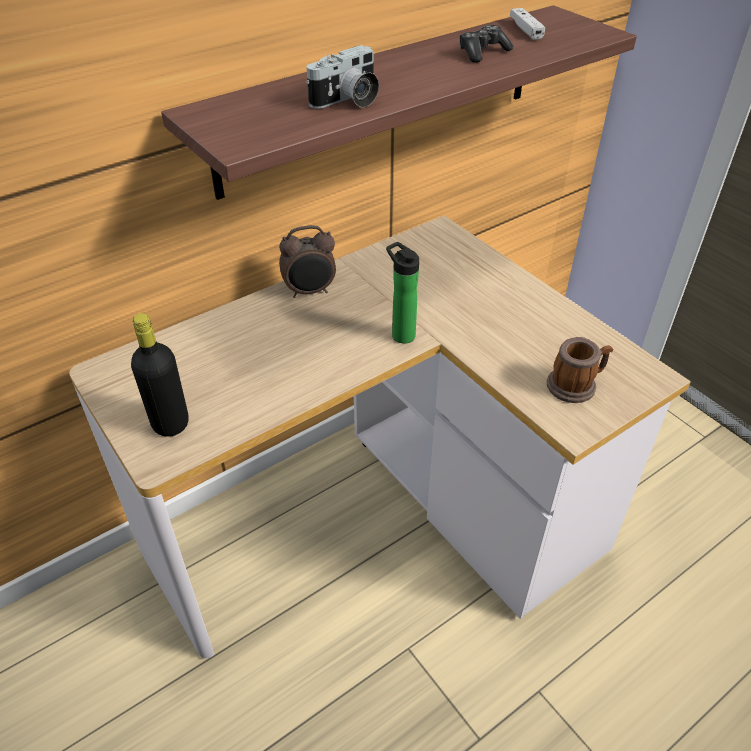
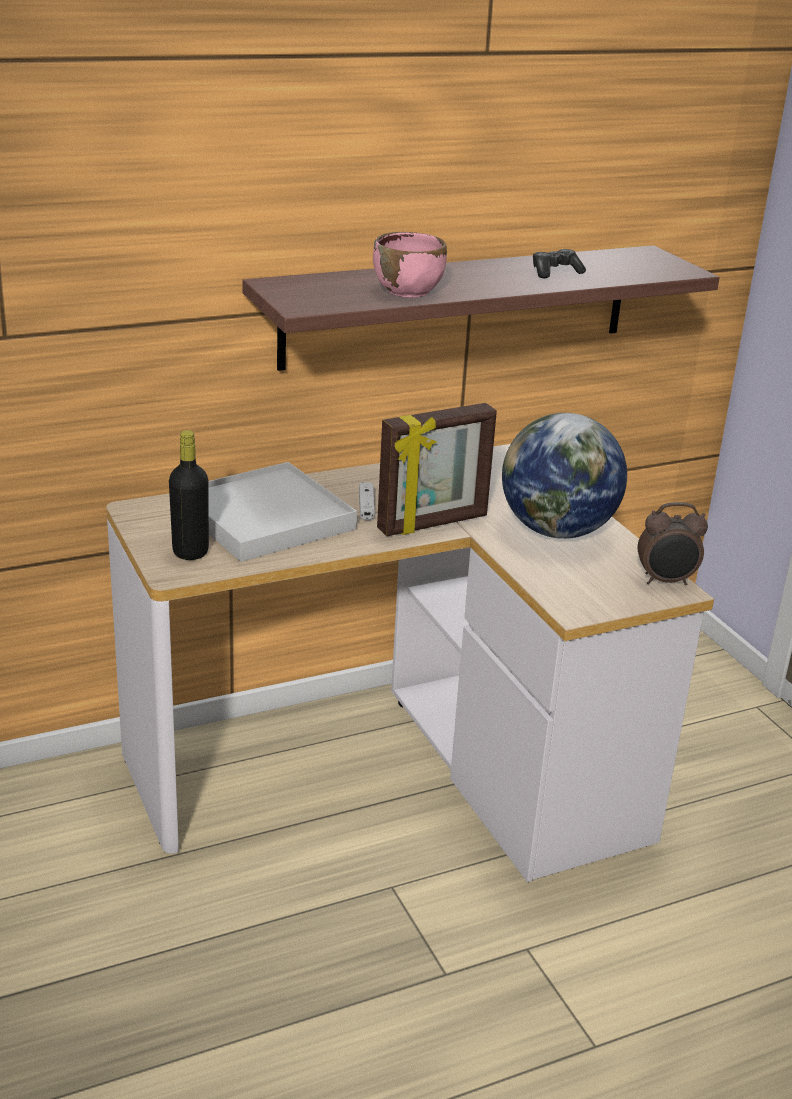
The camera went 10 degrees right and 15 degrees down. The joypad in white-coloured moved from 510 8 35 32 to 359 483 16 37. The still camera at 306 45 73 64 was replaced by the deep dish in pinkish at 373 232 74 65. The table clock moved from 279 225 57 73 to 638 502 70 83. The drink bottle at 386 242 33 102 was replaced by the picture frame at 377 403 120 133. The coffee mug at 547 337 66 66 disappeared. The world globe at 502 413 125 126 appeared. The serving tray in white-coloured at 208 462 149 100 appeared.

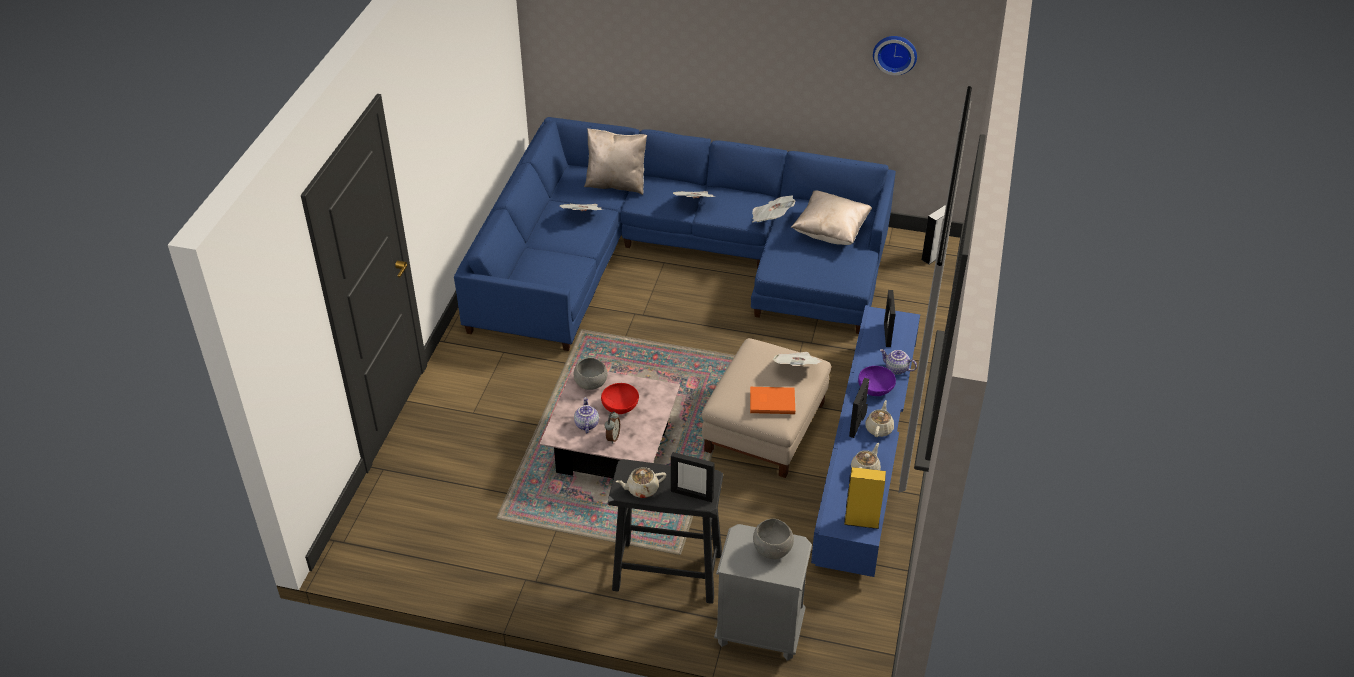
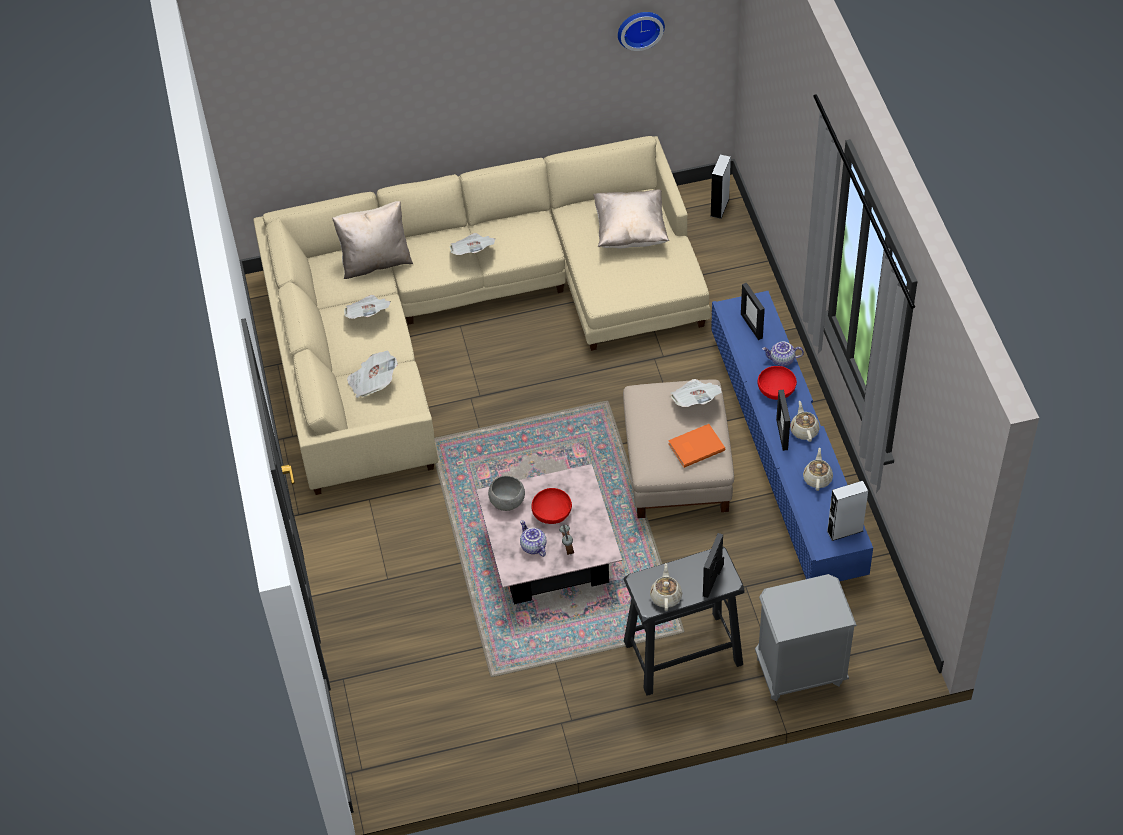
The camera went 25 degrees left and 10 degrees up. The couch in bluish at 454 117 442 234 became the couch in beige-coloured at 253 136 458 359. The newspaper moved from 752 195 43 27 to 347 351 51 47. The deep dish in purple-coloured at 858 366 38 30 became the deep dish in reddish at 757 366 40 34. The picture frame at 671 452 44 50 turned 120 degrees clockwise. The tea pot in beige-coloured at 616 467 50 31 turned 135 degrees clockwise. The speaker in yellow-coloured at 844 467 42 62 became the speaker in gray at 827 481 41 60. The deep dish in gray at 753 519 41 40 disappeared.

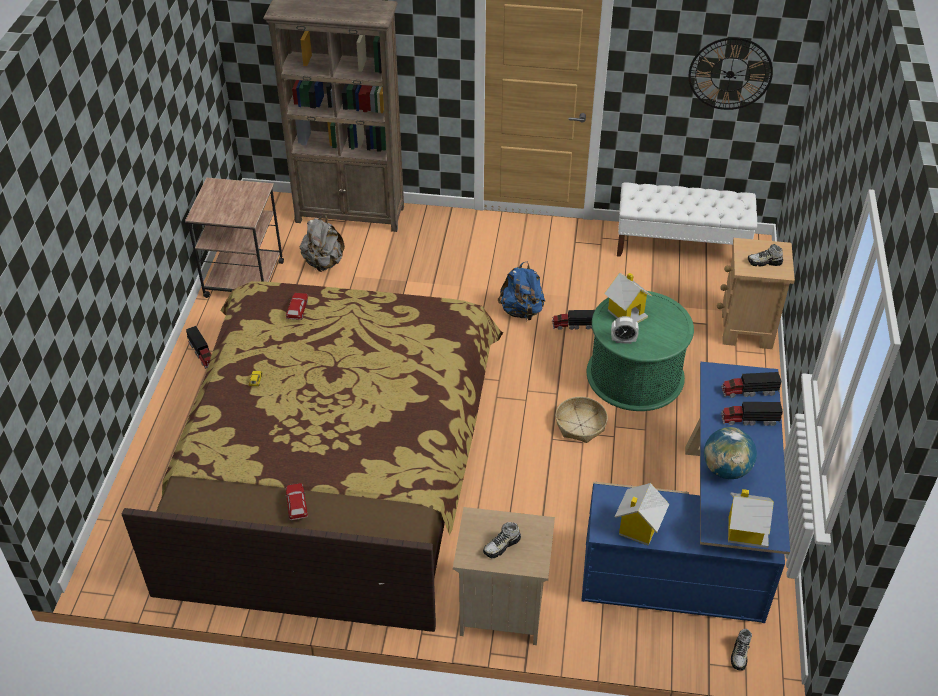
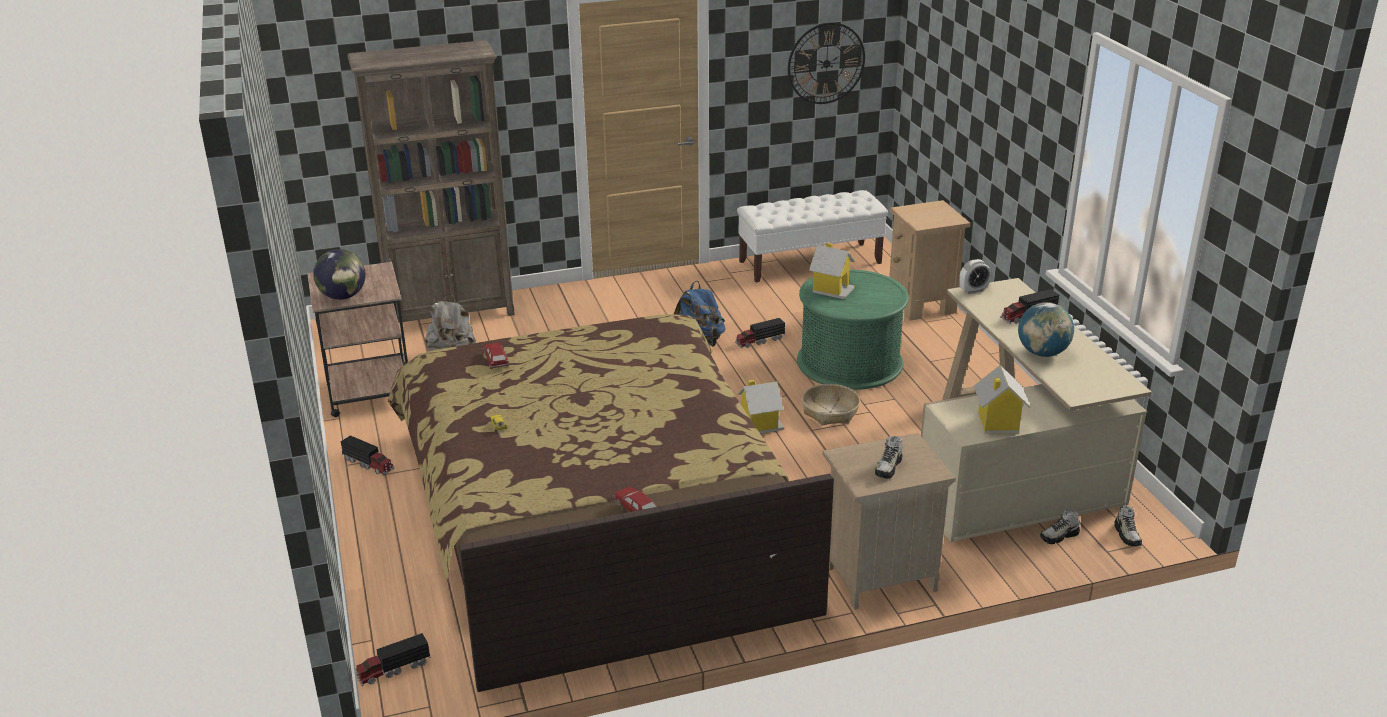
The camera went 25 degrees left and 15 degrees down. The item of footwear moved from 748 244 35 23 to 1040 509 40 35. The table clock moved from 611 316 28 28 to 959 259 32 35. The desk table in bluish at 581 362 209 261 became the desk table in beige-coloured at 921 278 231 264. The toy lorry moved from 721 372 61 26 to 355 633 76 53. The toy house moved from 728 489 46 59 to 737 380 47 54. The world globe at 313 249 53 51 appeared.

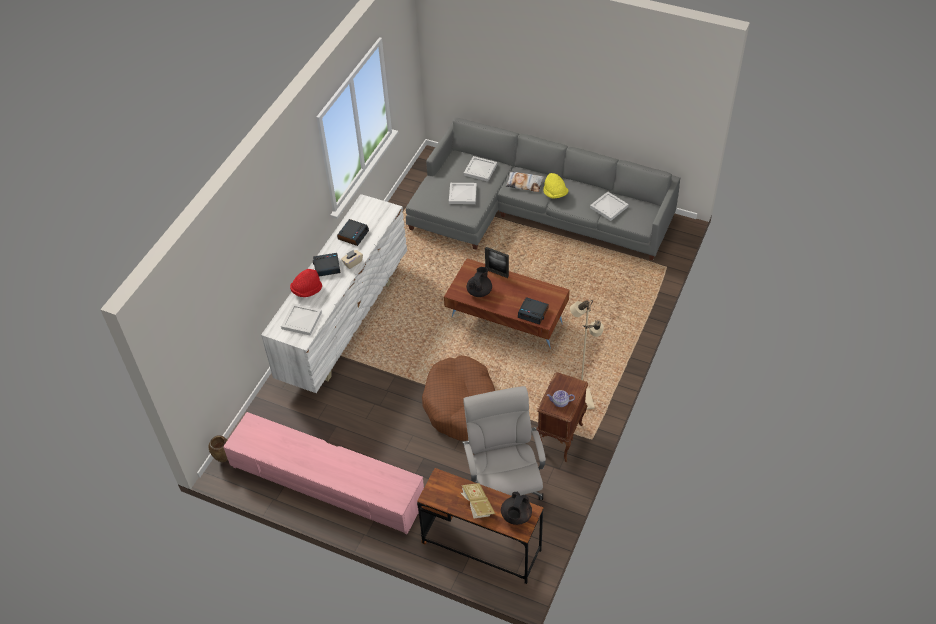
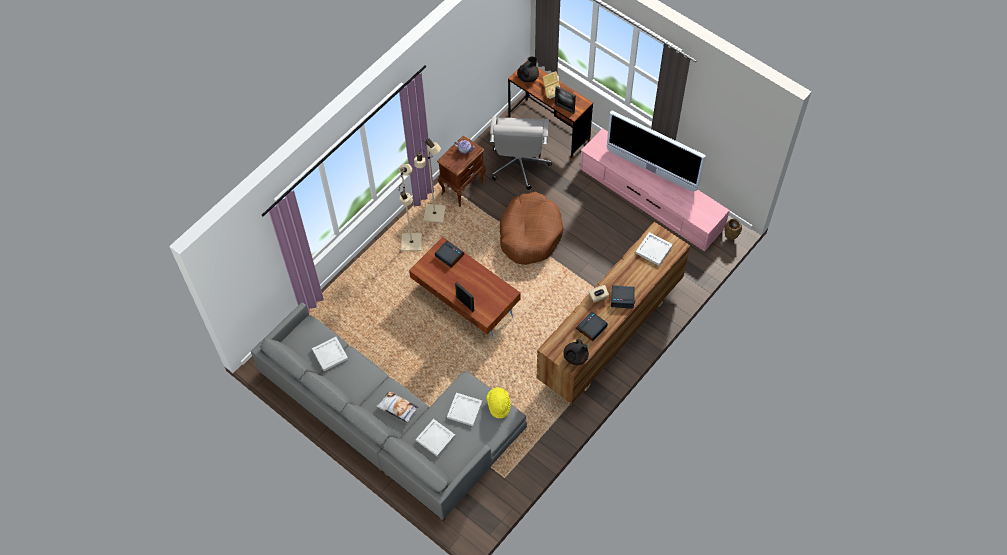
The camera went 165 degrees left and 10 degrees up. The wearable hat in yellow-coloured moved from 543 173 25 26 to 487 387 24 31. The cabinet in white-coloured at 261 194 146 199 became the cabinet in brown-coloured at 536 222 154 182. The tea pot in blackish moved from 467 267 25 30 to 564 339 25 26. The wearable hat in reddish at 290 269 32 28 disappeared. The picture frame at 555 86 21 28 appeared. The TV at 607 111 98 81 appeared. The standing lamp in beige-coloured at 398 164 24 87 appeared.

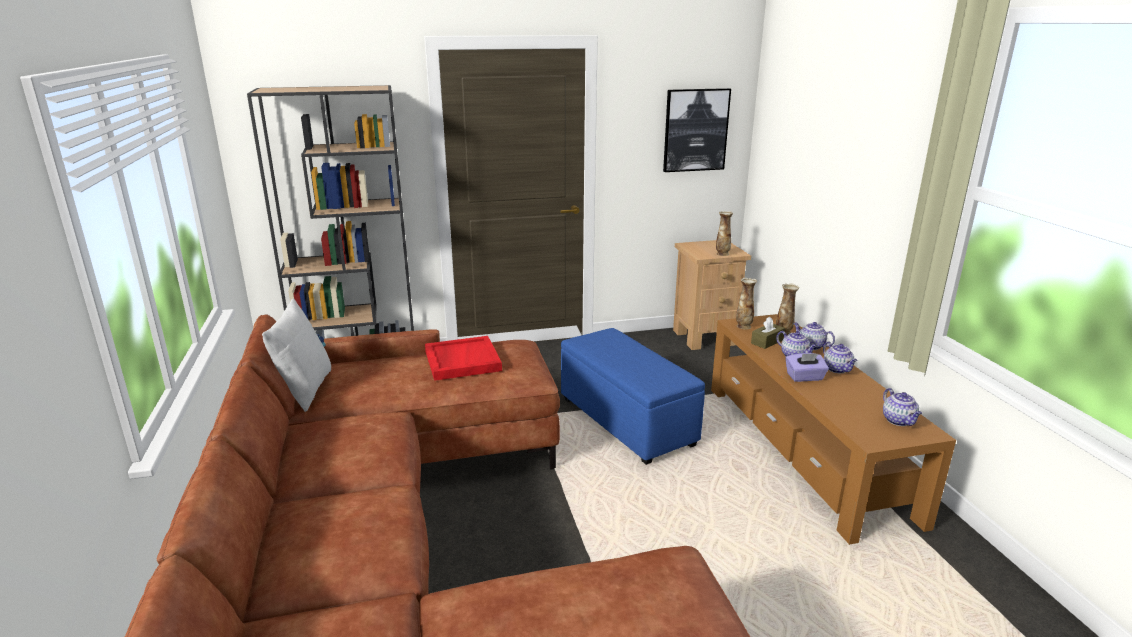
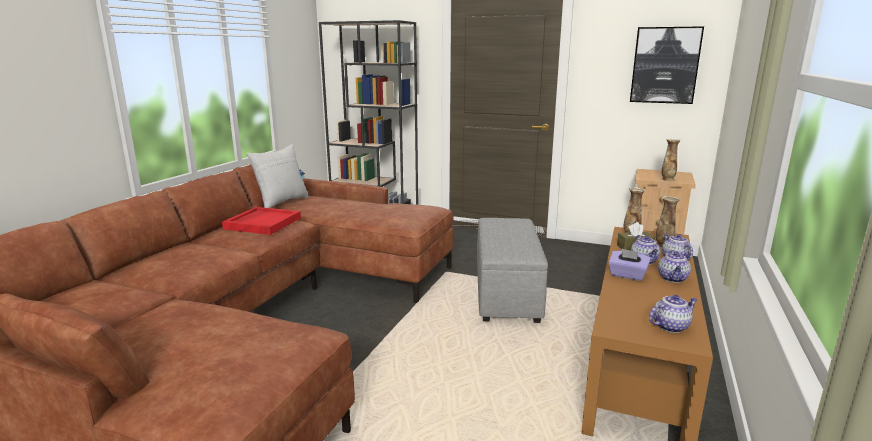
The camera went 35 degrees right and 5 degrees down. The footrest in bluish at 561 328 144 137 became the footrest in gray at 477 218 71 105. The serving tray in reddish moved from 425 336 77 45 to 222 207 79 28. The tea pot at 883 388 39 38 turned 135 degrees counterclockwise.

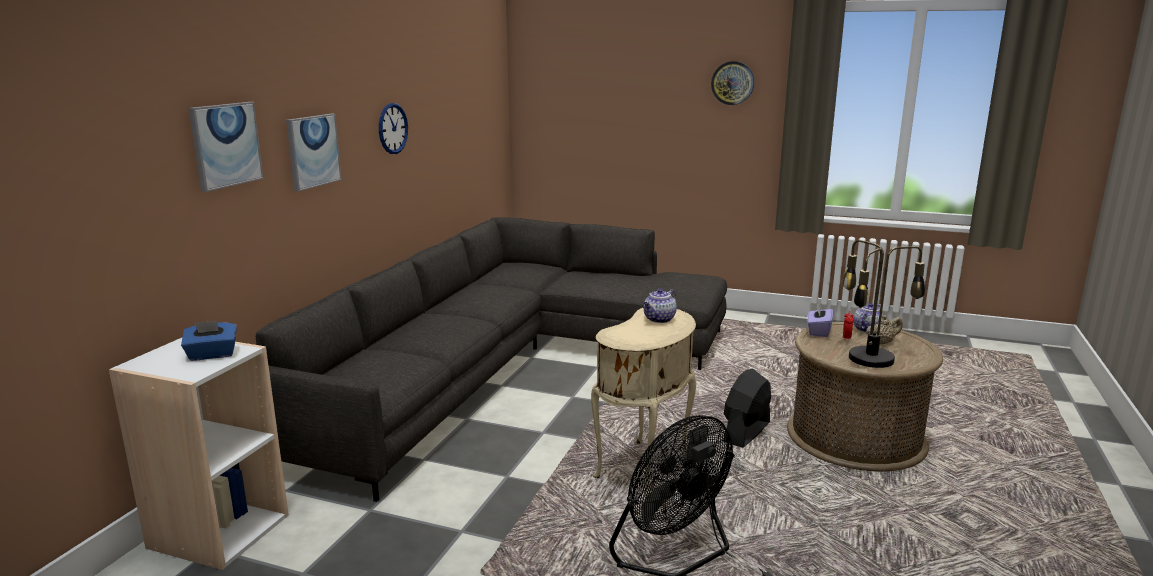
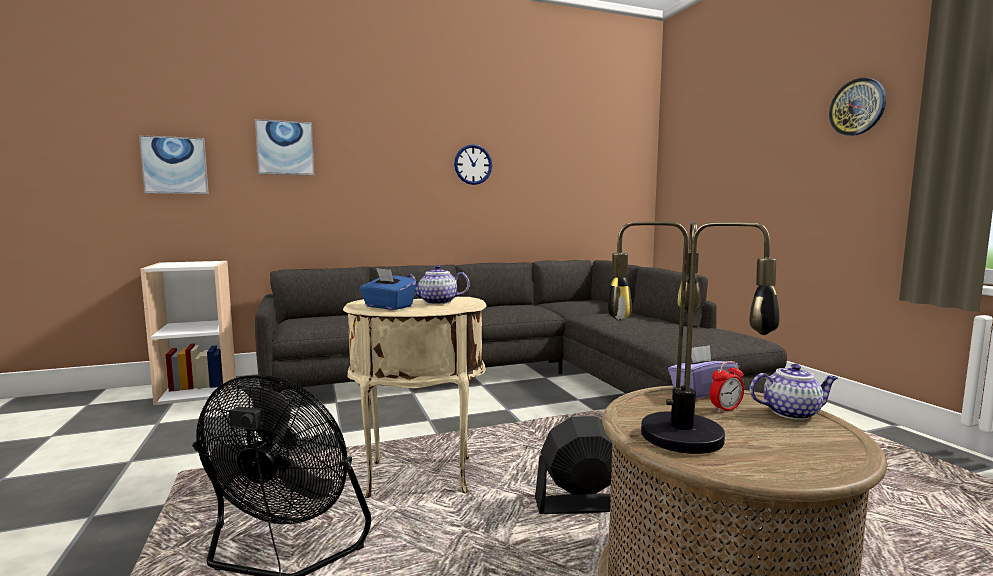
The camera went 50 degrees right and 10 degrees down. The wall picture moved from 286 114 55 78 to 139 135 70 59. The tea pot in beige-coloured at 866 315 37 29 disappeared. The tissue box in bluish moved from 181 321 56 40 to 360 268 57 42.

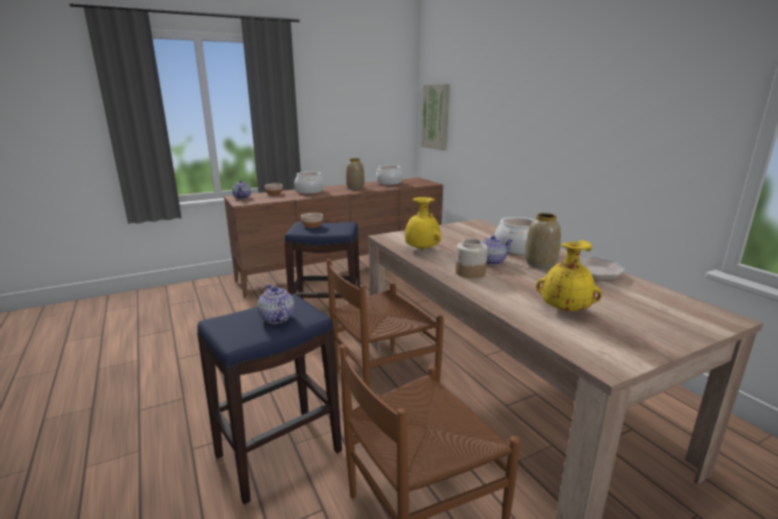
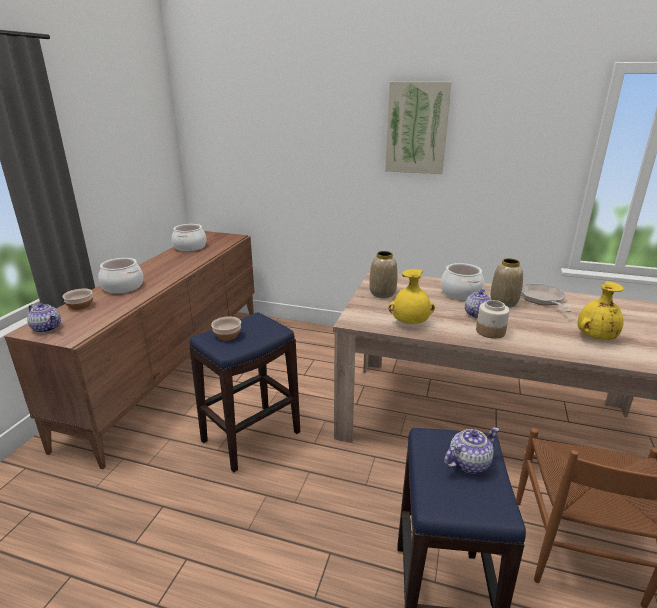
The camera went 45 degrees left and 5 degrees up. The wall picture moved from 421 84 29 67 to 385 82 67 92. The flower vase moved from 346 158 18 31 to 369 251 29 47. The upright chair in brown-coloured at 327 259 117 129 disappeared. The tea pot at 257 284 38 40 turned 135 degrees clockwise.

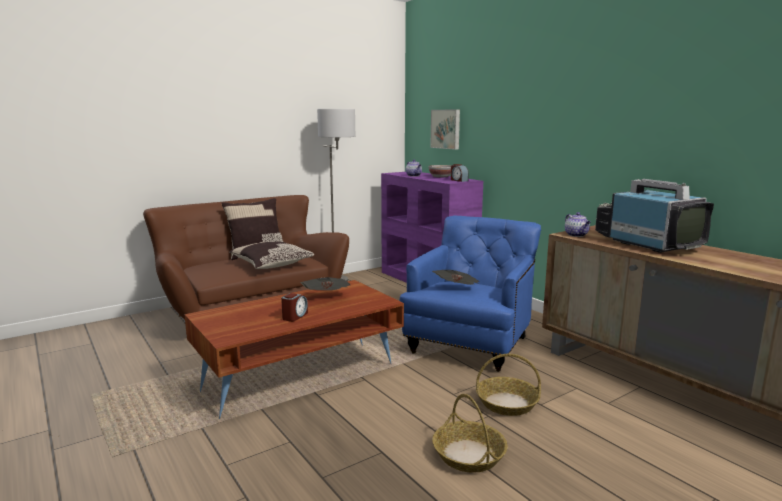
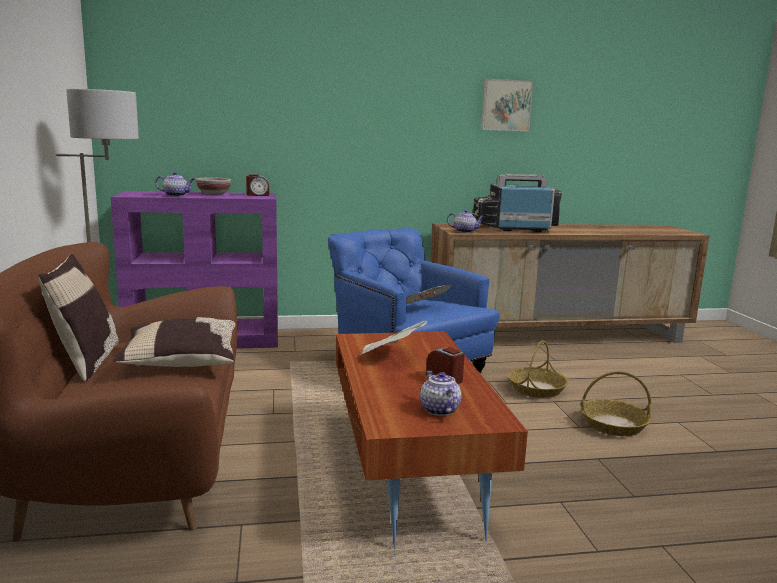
The camera went 65 degrees left and 0 degrees up. The wall picture moved from 430 110 30 40 to 481 79 52 52. The tea pot at 420 371 42 45 appeared.

